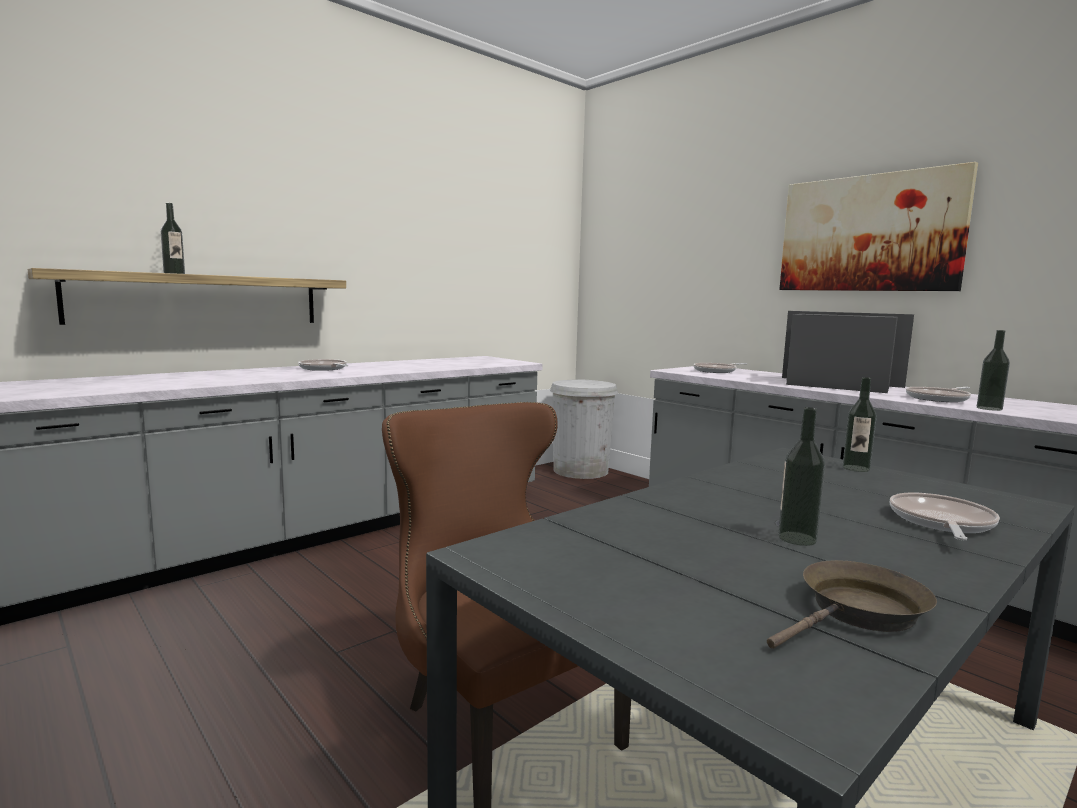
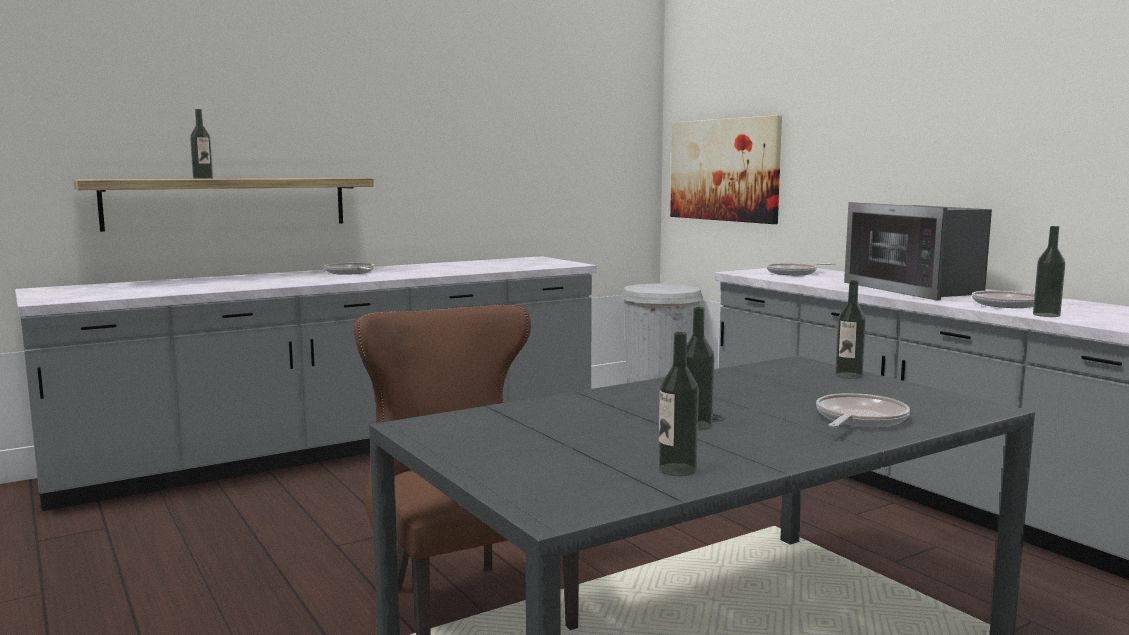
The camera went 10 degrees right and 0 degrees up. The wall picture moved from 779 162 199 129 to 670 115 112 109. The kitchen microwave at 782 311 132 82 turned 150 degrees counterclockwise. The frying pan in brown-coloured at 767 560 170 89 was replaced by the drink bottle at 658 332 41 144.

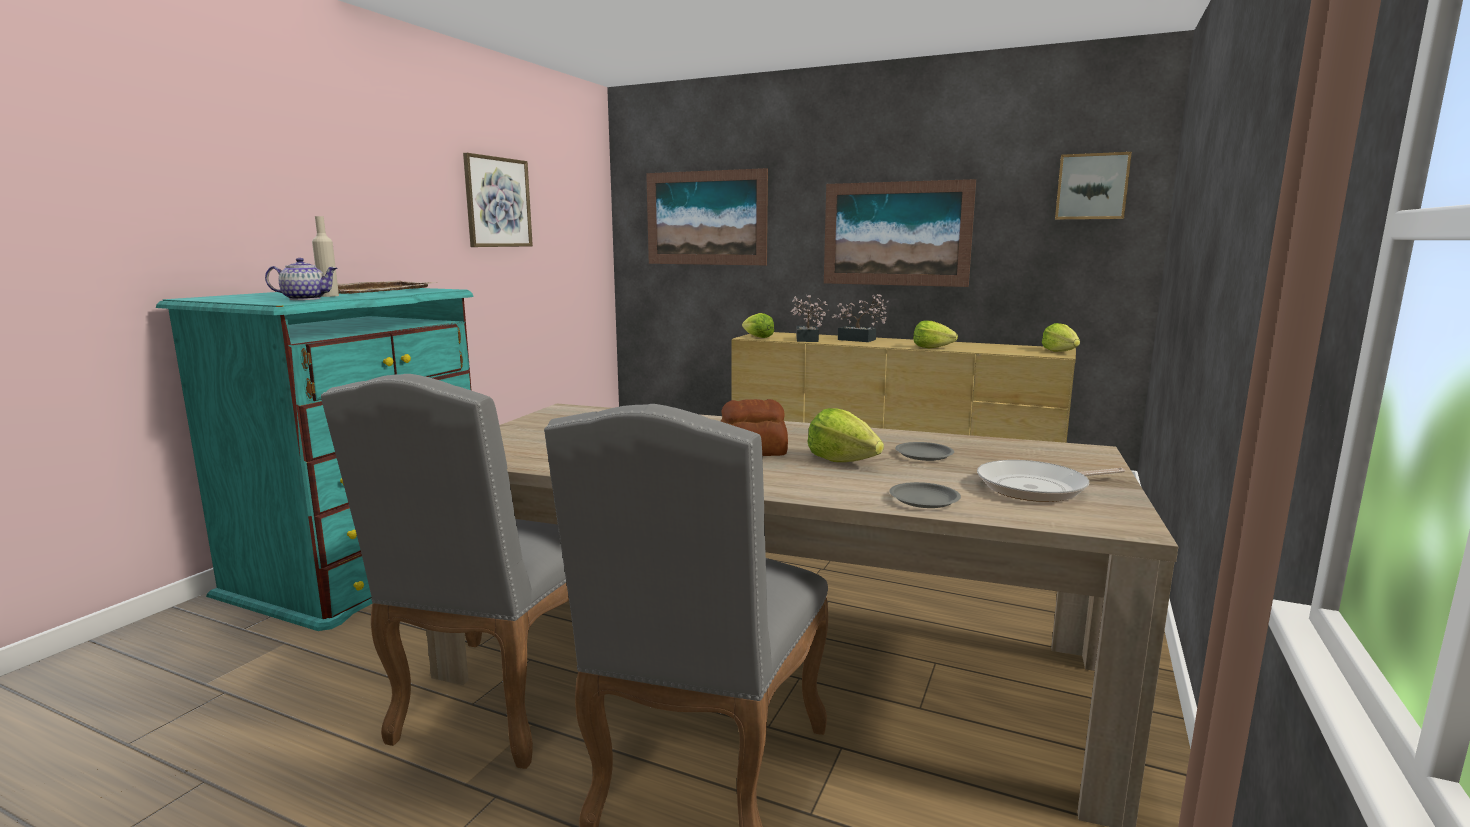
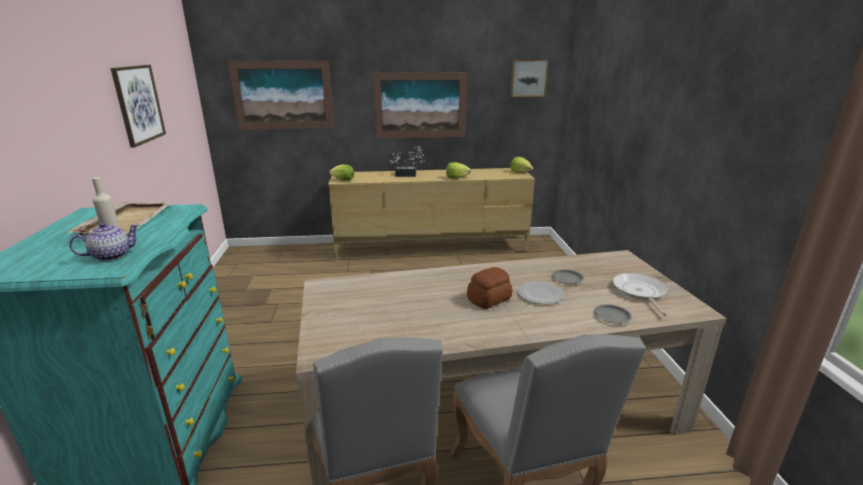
The camera went 30 degrees left and 10 degrees up. The plant in a pot at 790 294 40 48 disappeared. The head of lettuce at 808 408 76 54 was replaced by the plate at 518 282 46 22. The frying pan at 977 460 148 42 turned 135 degrees clockwise.

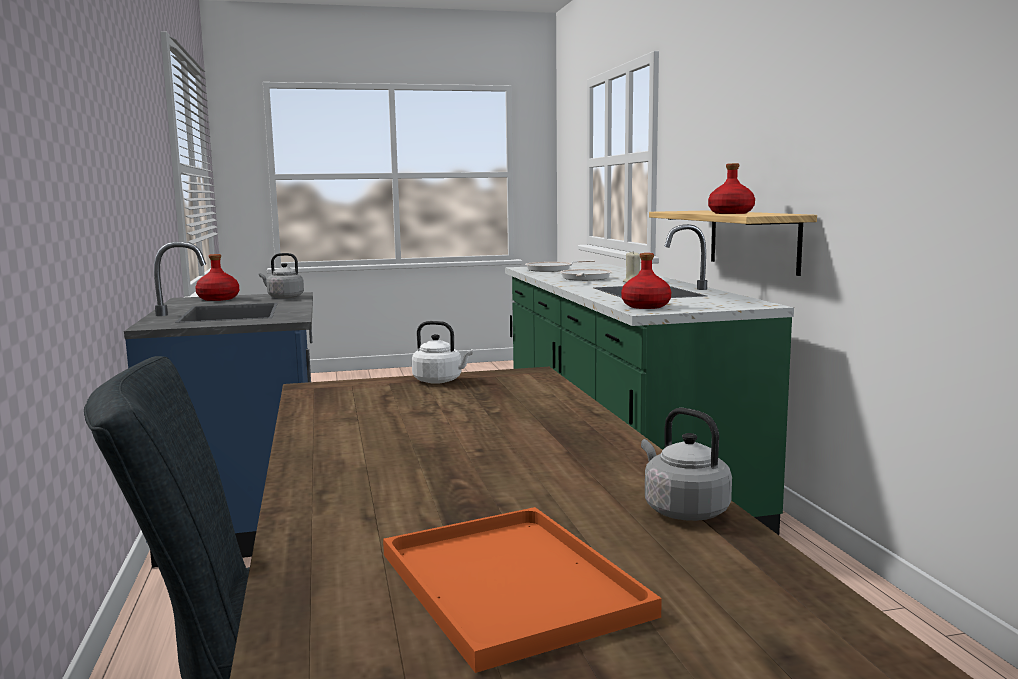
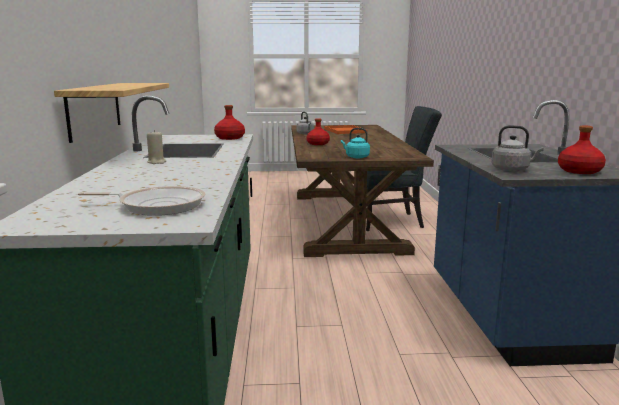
The camera went 170 degrees left and 5 degrees up. The drink bottle in reddish moved from 708 163 47 51 to 306 118 24 27. The frying pan at 560 269 52 12 disappeared. The tea kettle in white-coloured at 412 321 61 63 became the tea kettle in turquoise-coloured at 341 128 29 30.

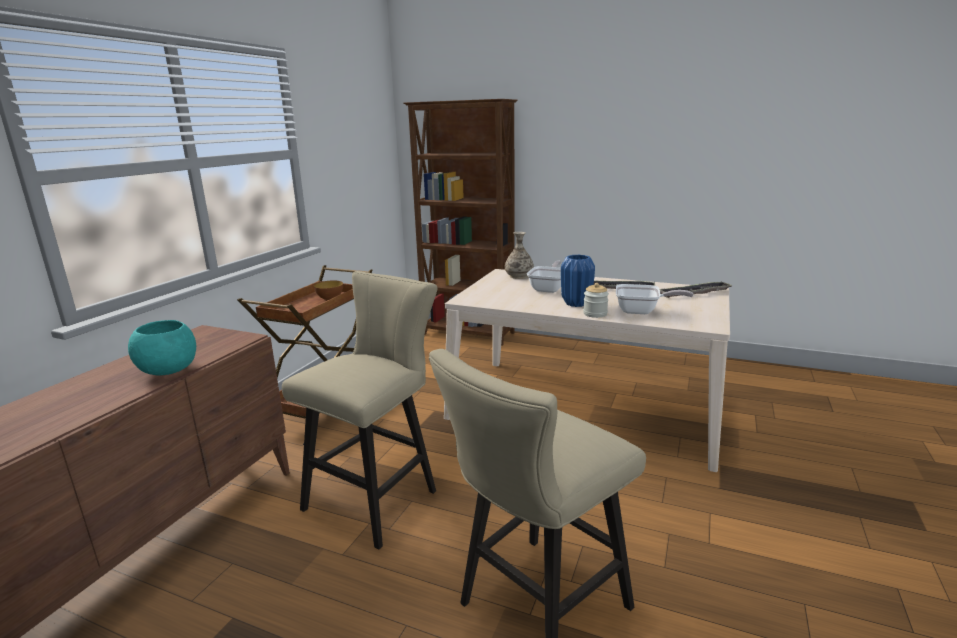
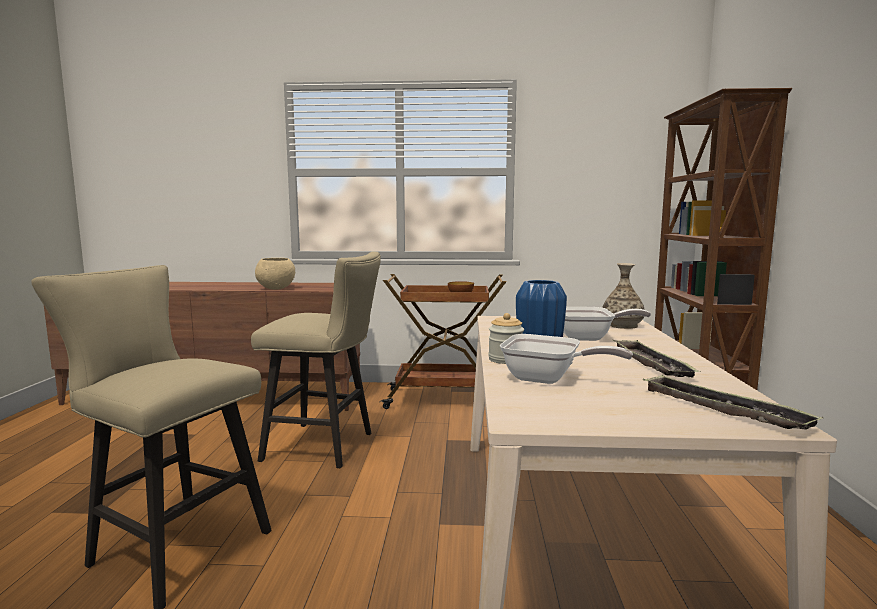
The camera went 70 degrees right and 10 degrees down. The frying pan at 616 284 77 30 turned 60 degrees counterclockwise. The deep dish in turquoise-coloured at 128 320 68 55 became the deep dish in beige-coloured at 255 258 40 32.

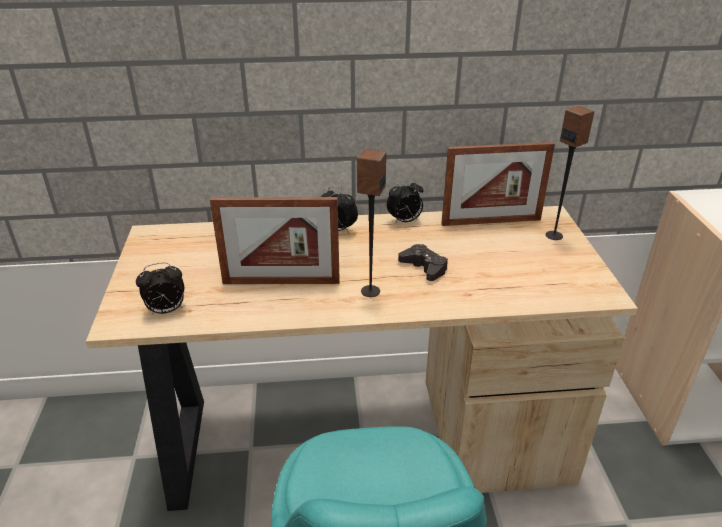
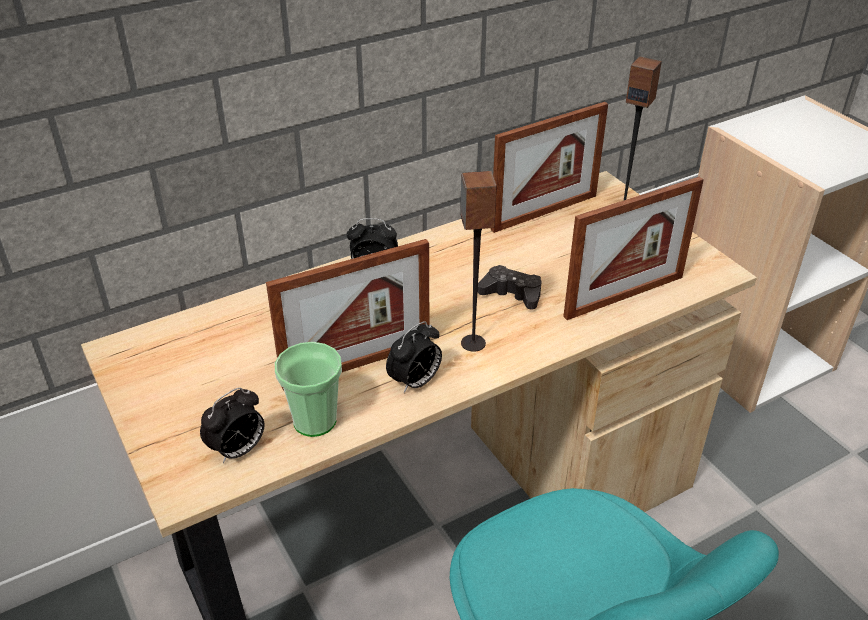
The camera went 25 degrees left and 5 degrees up. The table clock moved from 387 179 37 45 to 386 321 56 72. The picture frame at 563 177 141 143 appeared. The small cup at 275 342 67 95 appeared.

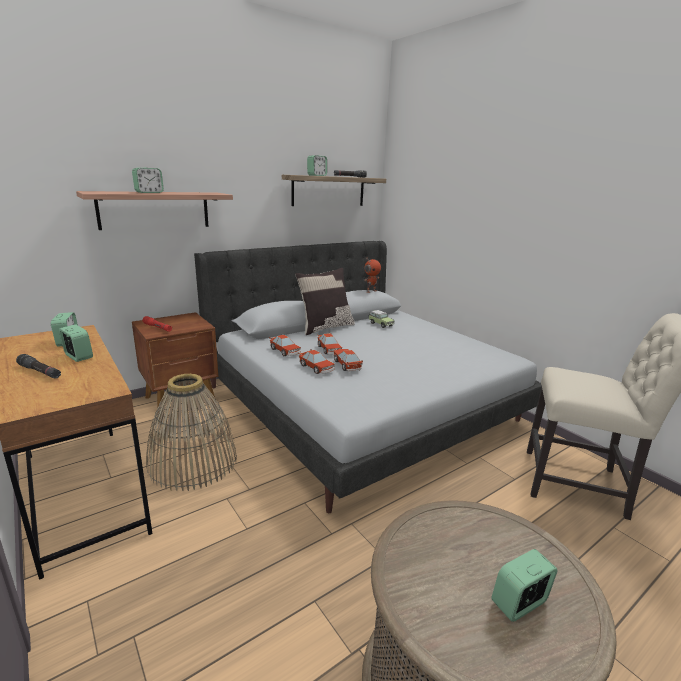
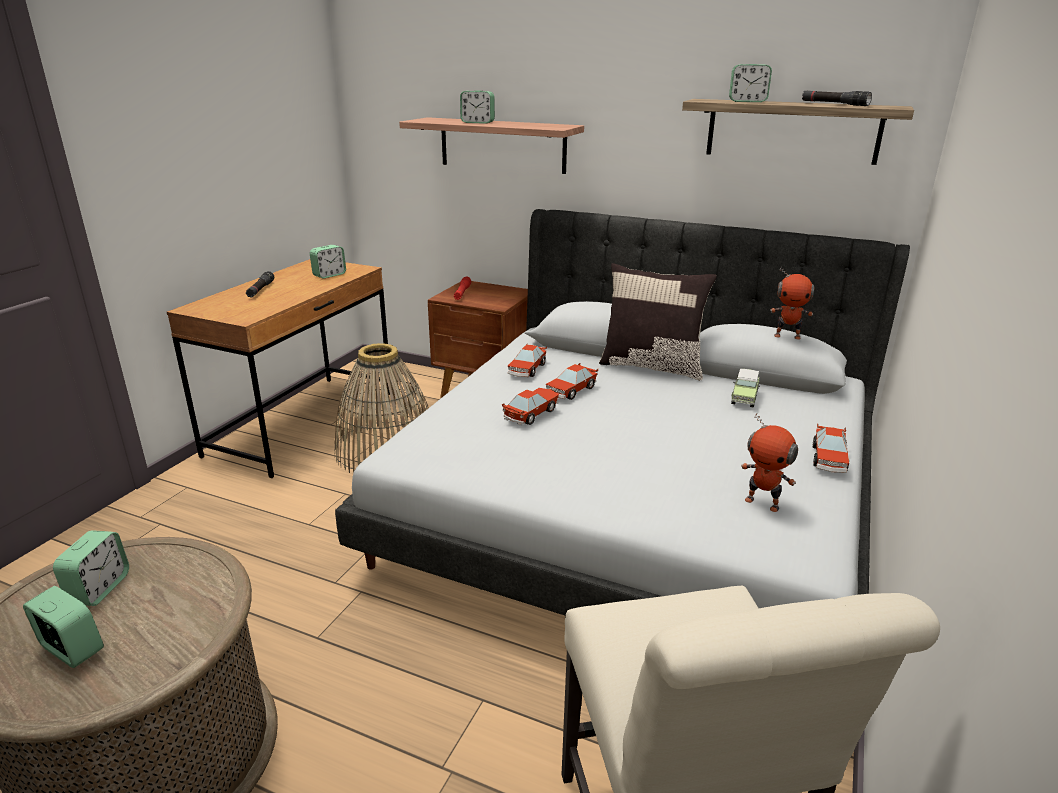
The camera went 60 degrees right and 5 degrees up. The table clock moved from 59 324 34 38 to 53 530 76 76. The toy car moved from 298 349 37 25 to 813 424 36 49. The model robot at 741 413 57 99 appeared.

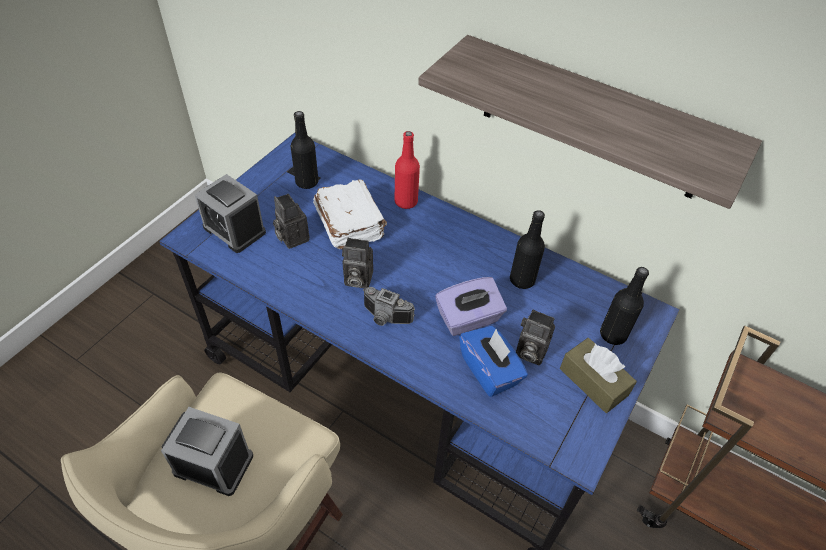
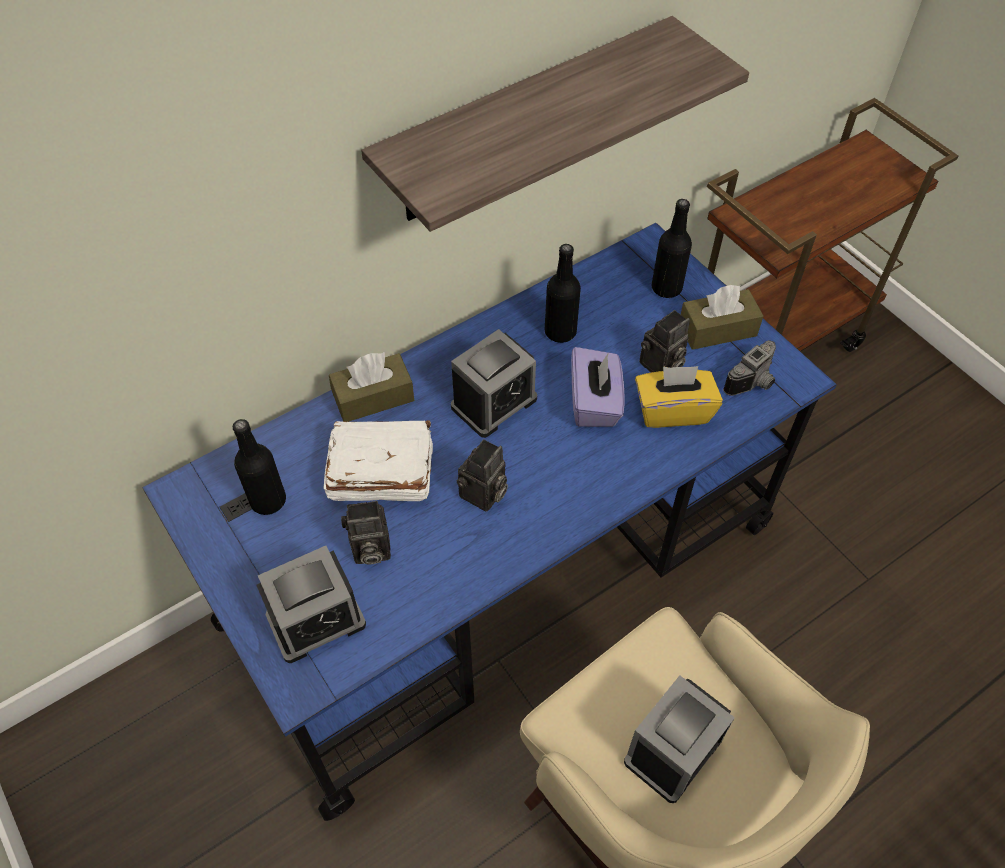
The camera went 65 degrees left and 5 degrees up. The drink bottle in reddish at 394 131 26 78 was replaced by the tissue box in brown-coloured at 329 352 85 70. The still camera moved from 363 287 52 39 to 723 340 53 56. The tissue box in bluish at 459 326 69 71 became the tissue box in yellow-coloured at 635 366 88 62. The table clock at 451 329 86 109 appeared.

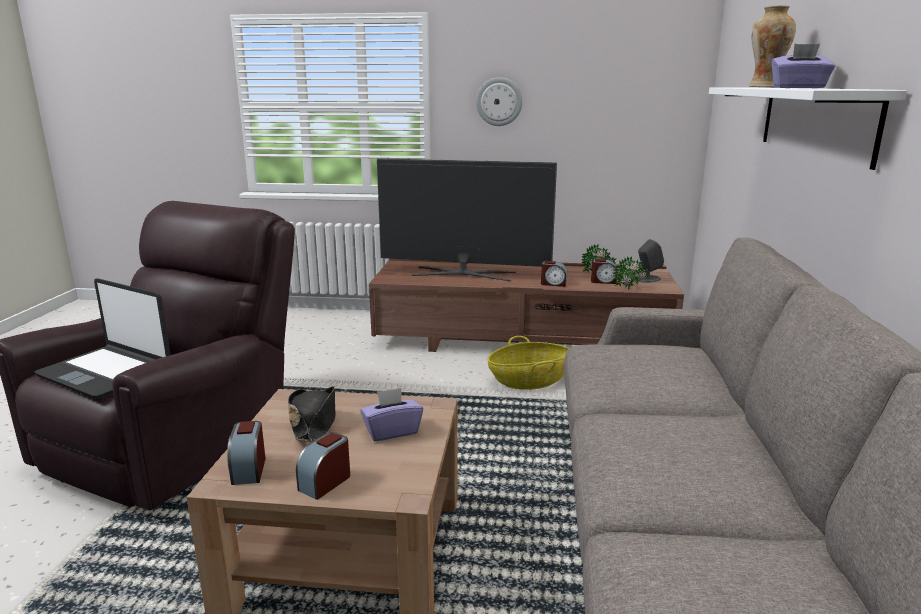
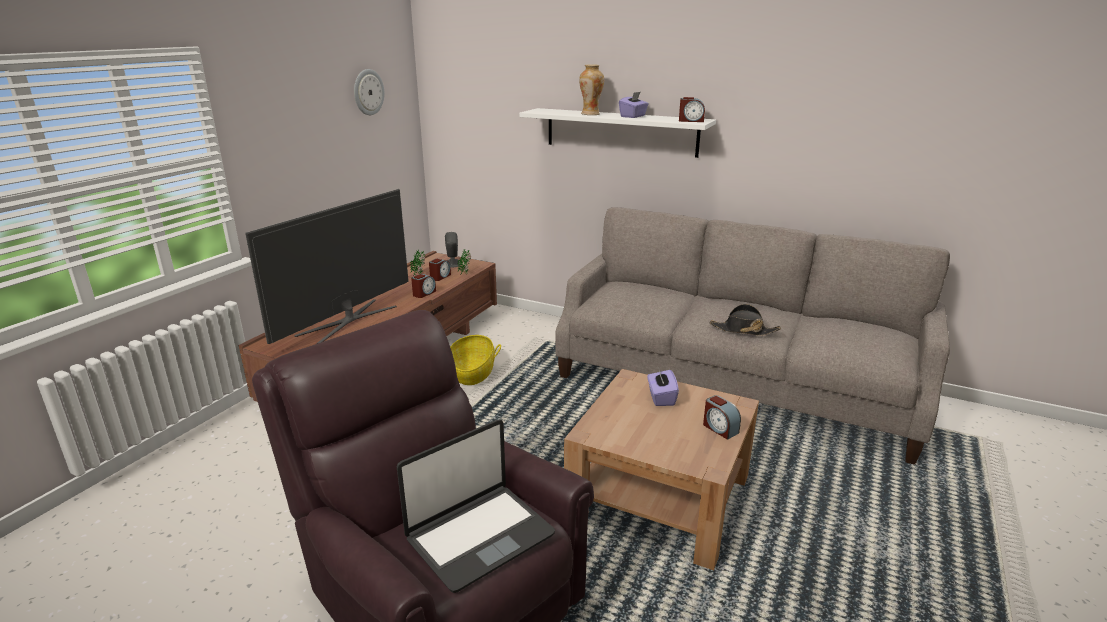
The camera went 70 degrees left and 5 degrees up. The hanging clock moved from 476 77 47 49 to 354 69 31 46. The wearable hat in blackish moved from 288 386 47 56 to 710 304 71 32. The table clock moved from 227 421 38 64 to 679 97 26 25.

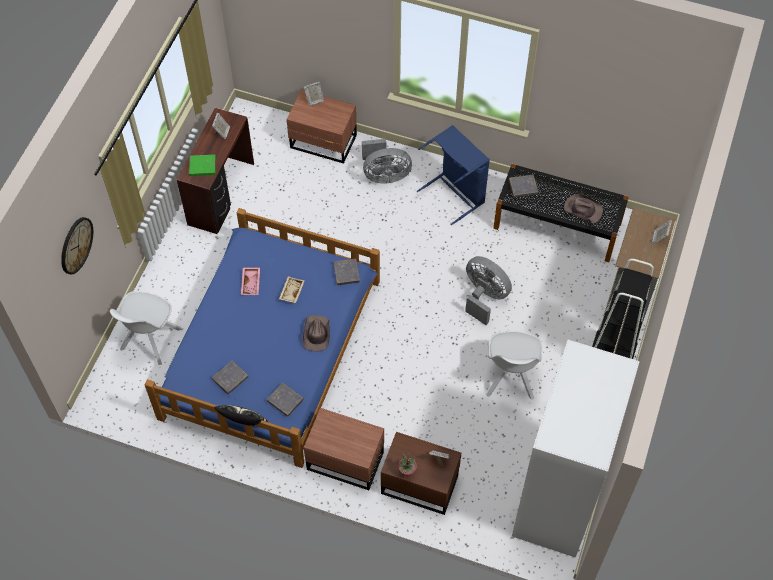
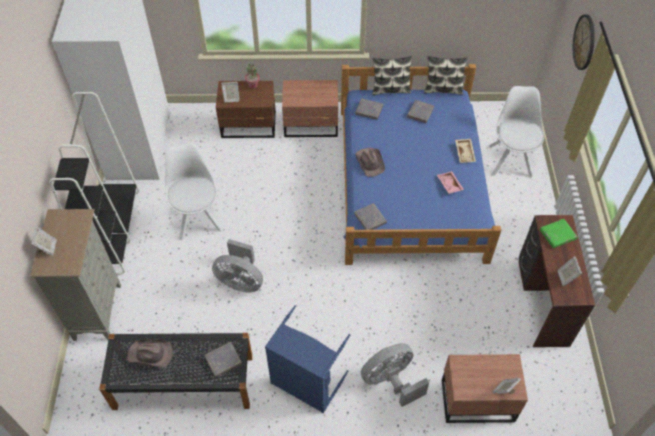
The camera went 160 degrees right and 5 degrees down. The serving tray in beige-coloured moved from 279 276 26 27 to 455 139 21 24. The pillow at 424 56 44 39 appeared.

